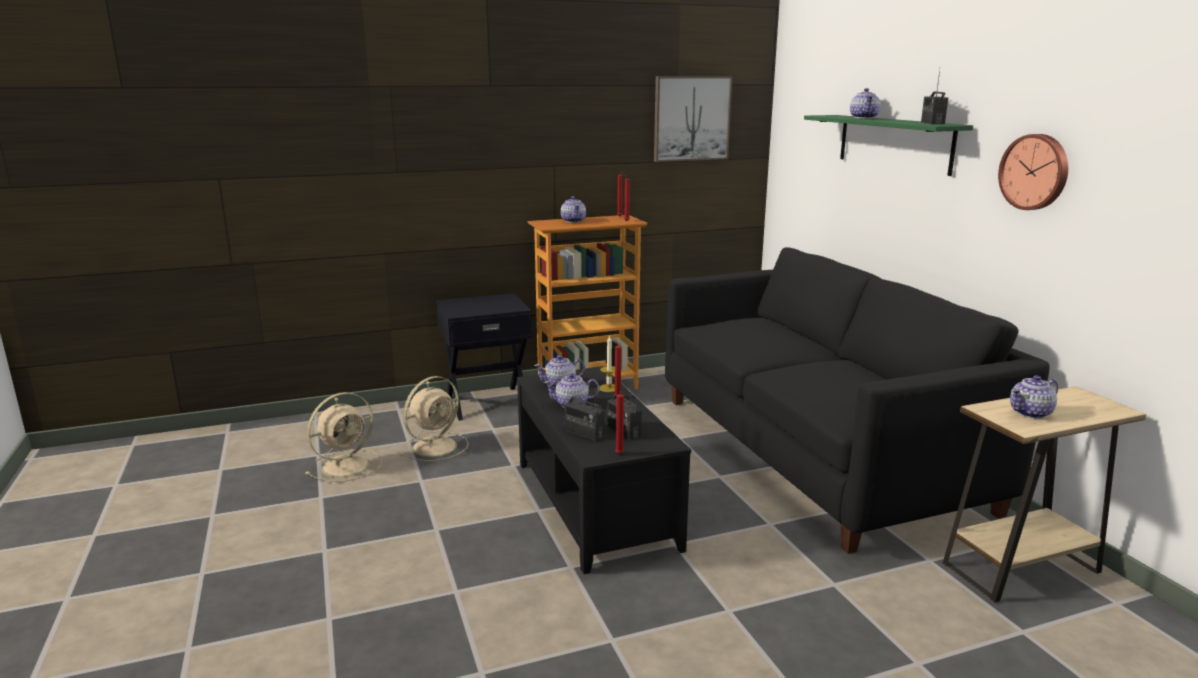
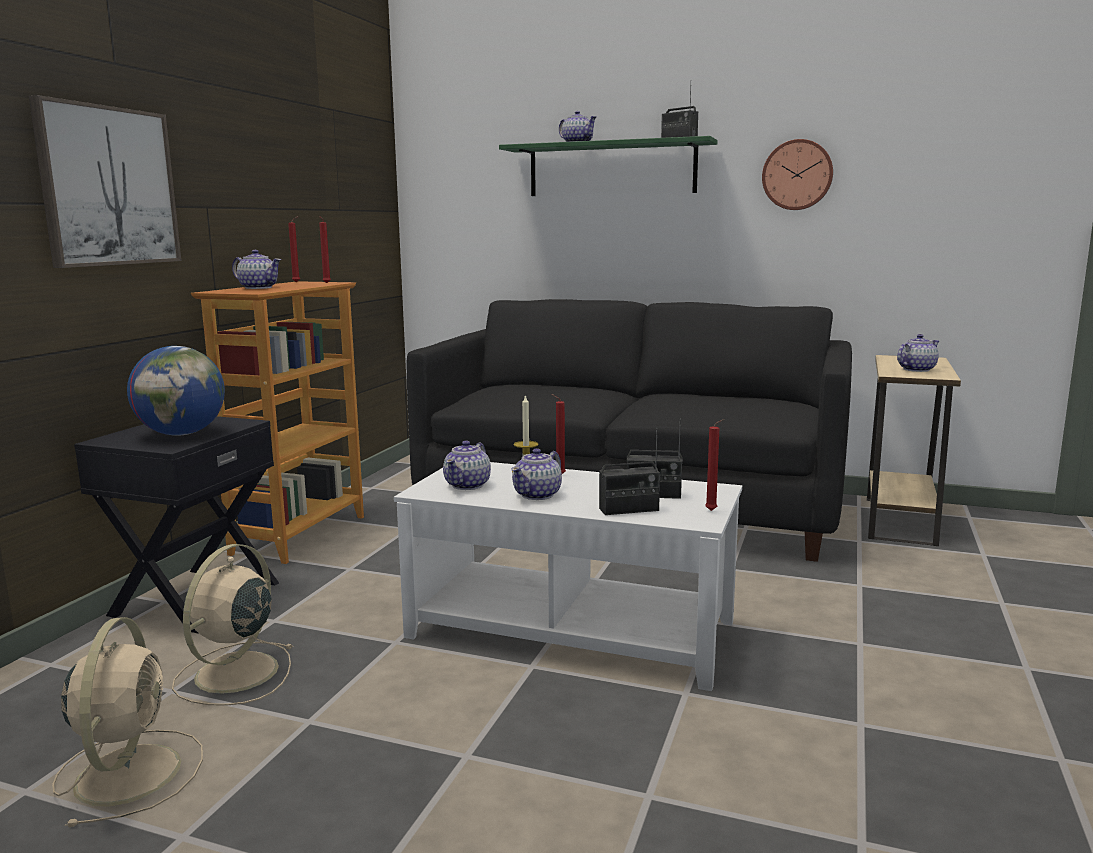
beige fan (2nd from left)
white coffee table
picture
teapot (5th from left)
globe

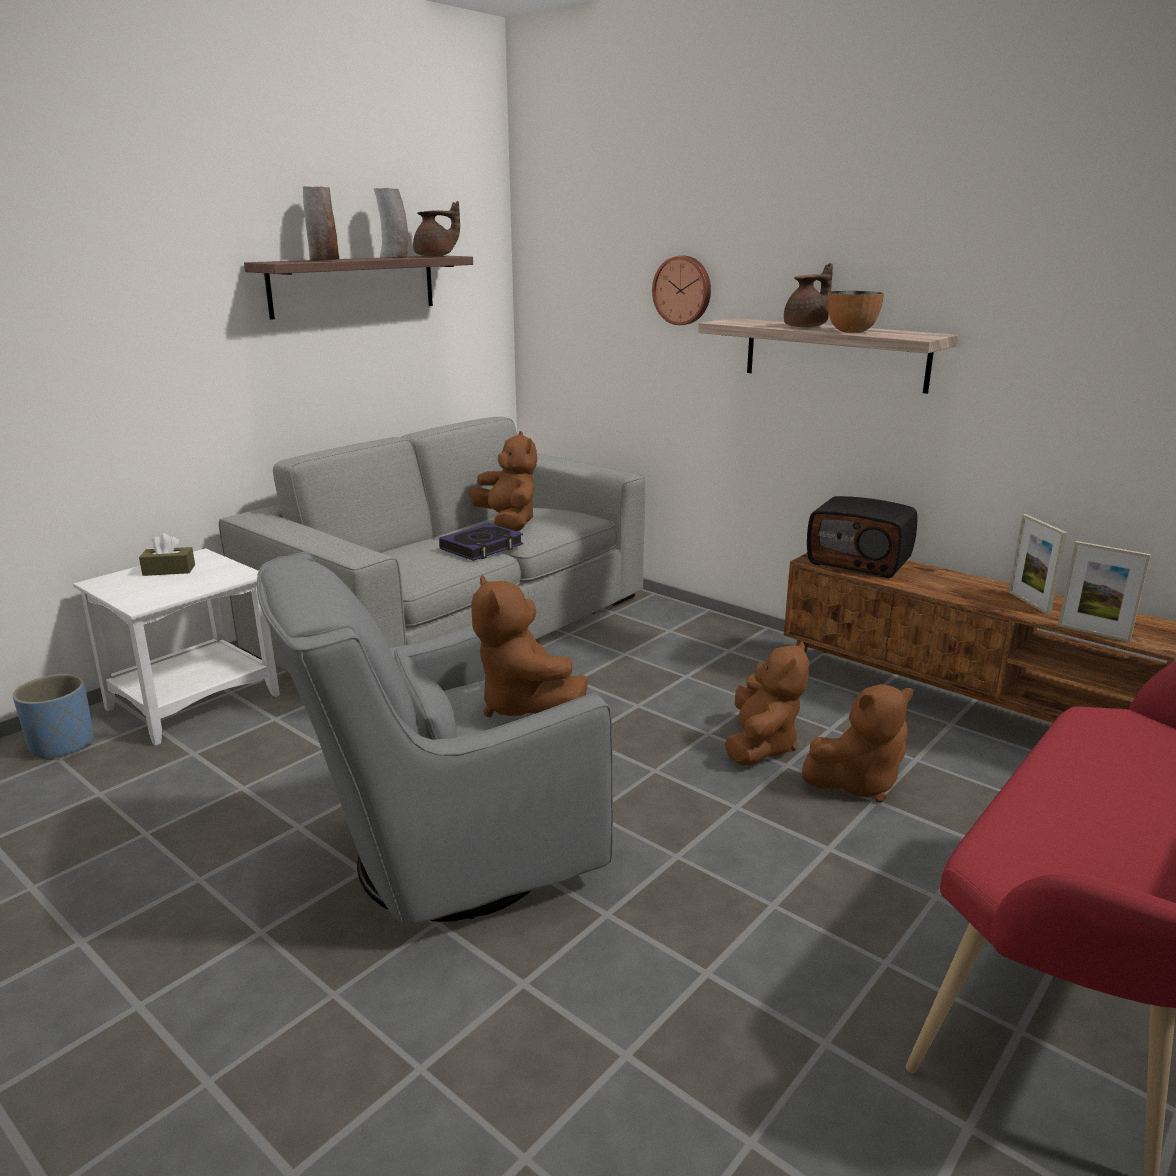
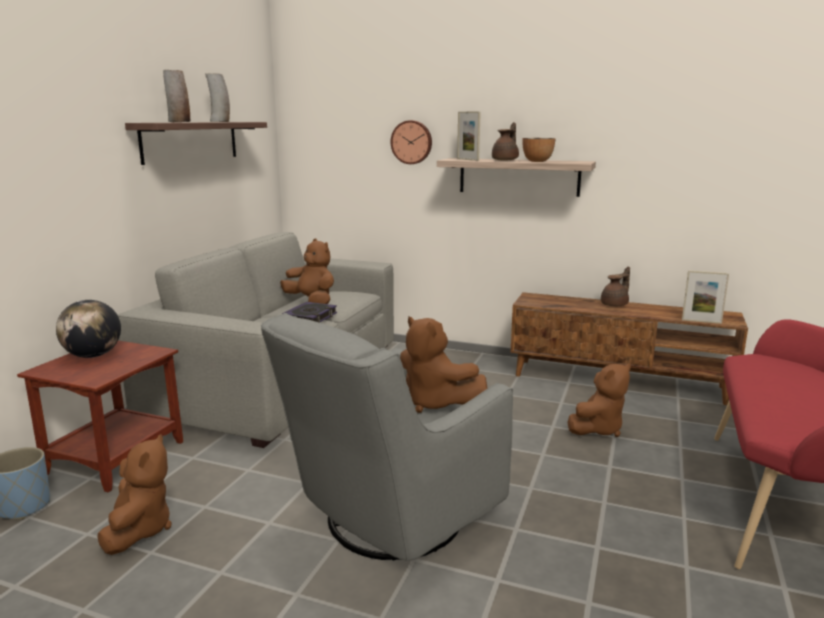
brown side table
globe
brown teapot (2nd from left)
brown plush toy (1st from left)
radio
picture frame (1st from left)

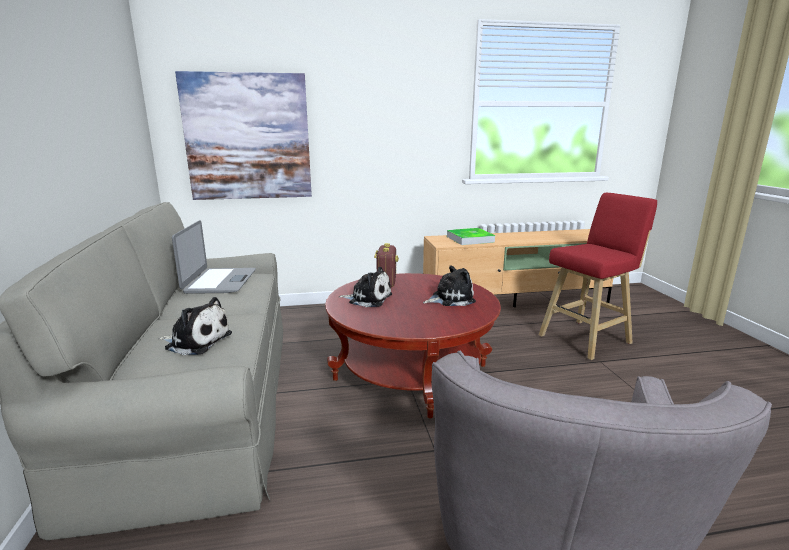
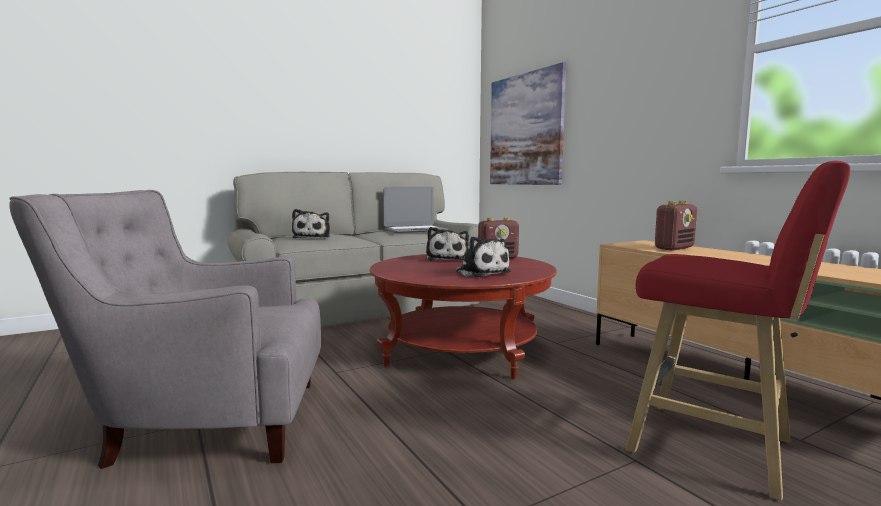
radio (2nd from left)

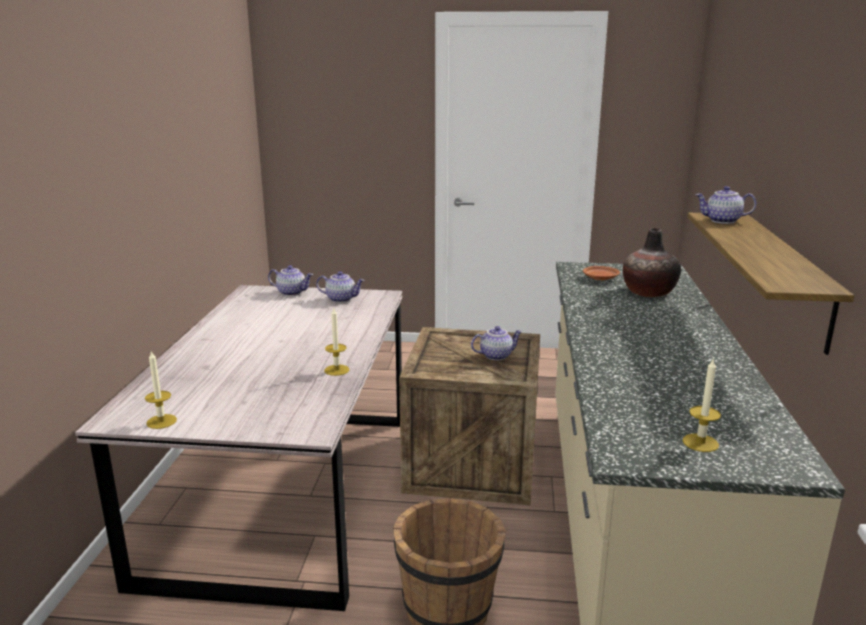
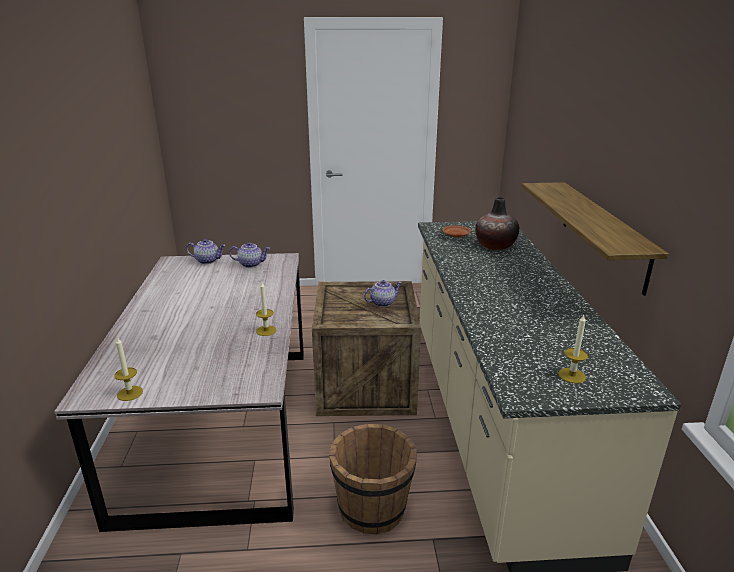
teapot (4th from left in the first image)

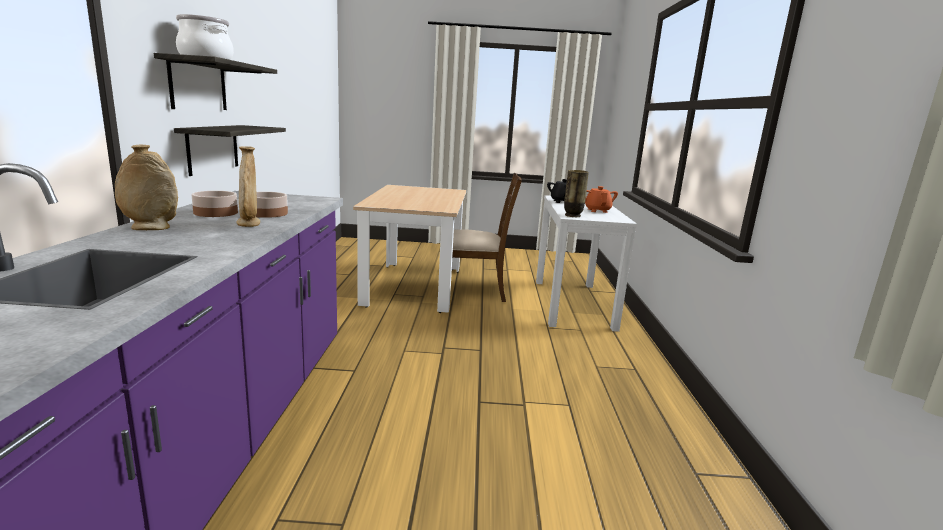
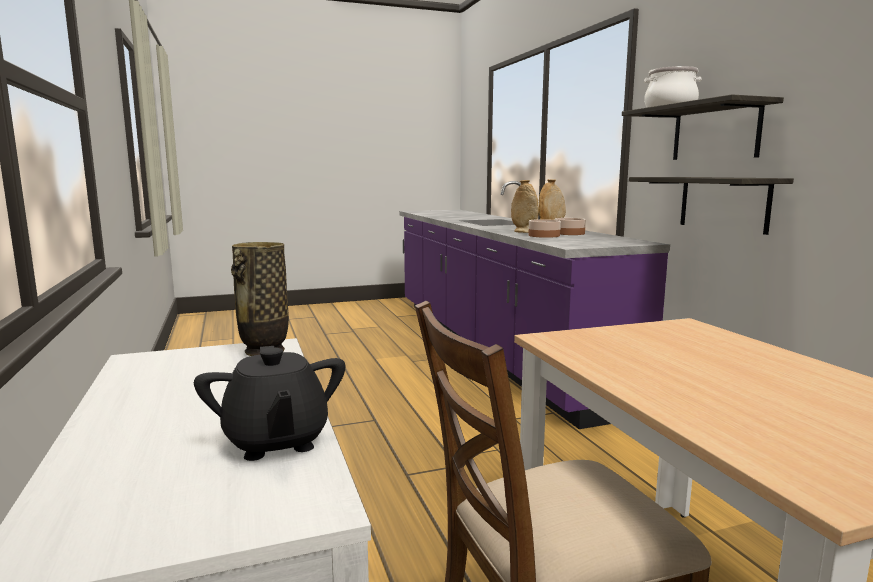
orange teapot

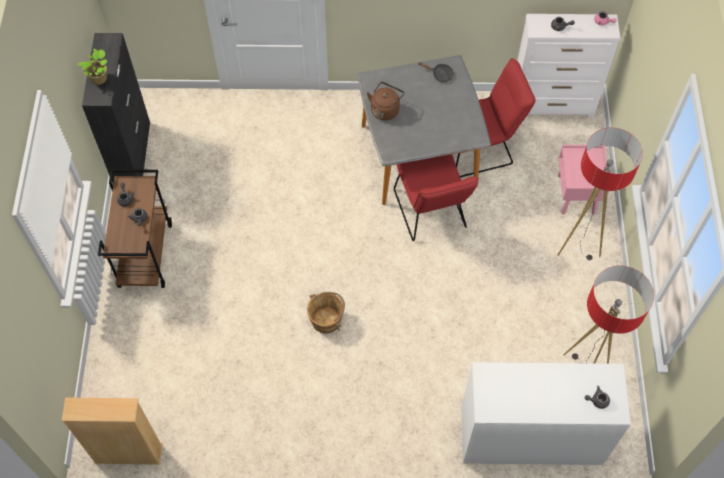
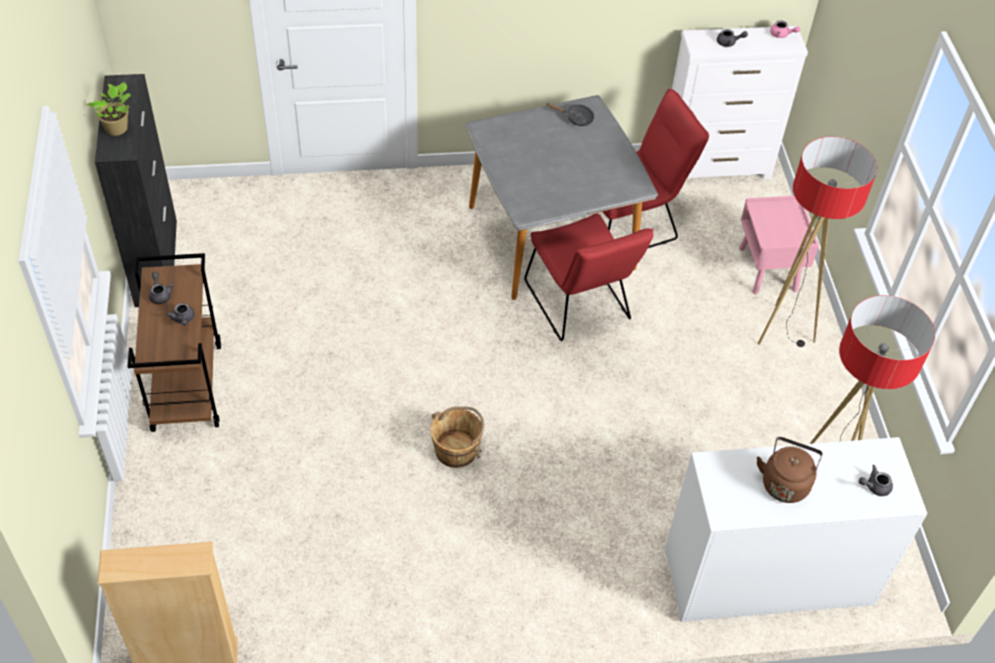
brown kettle

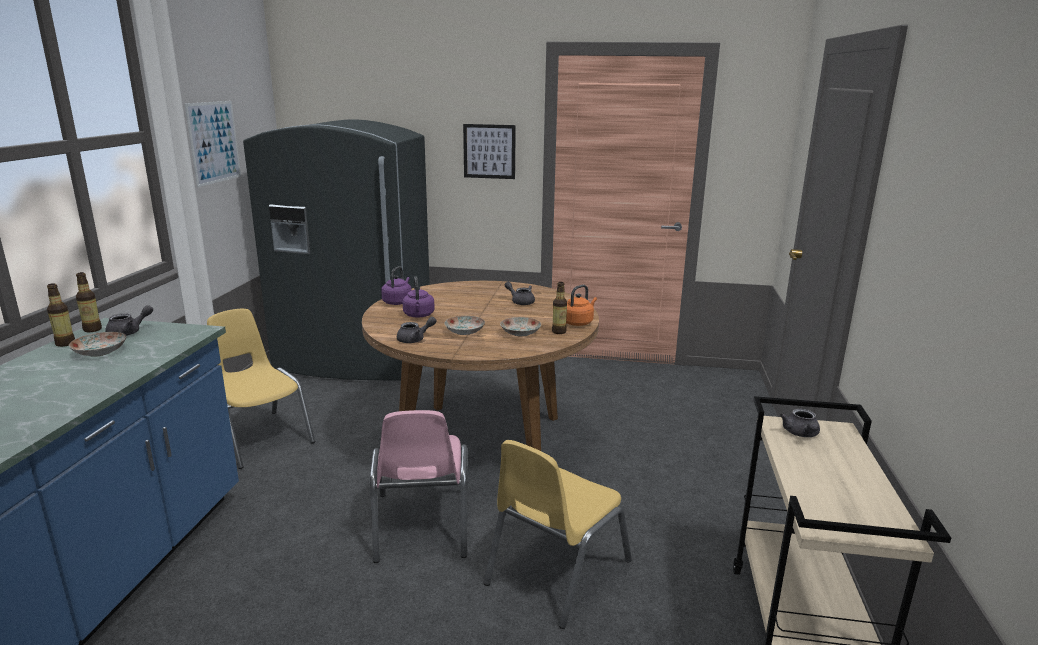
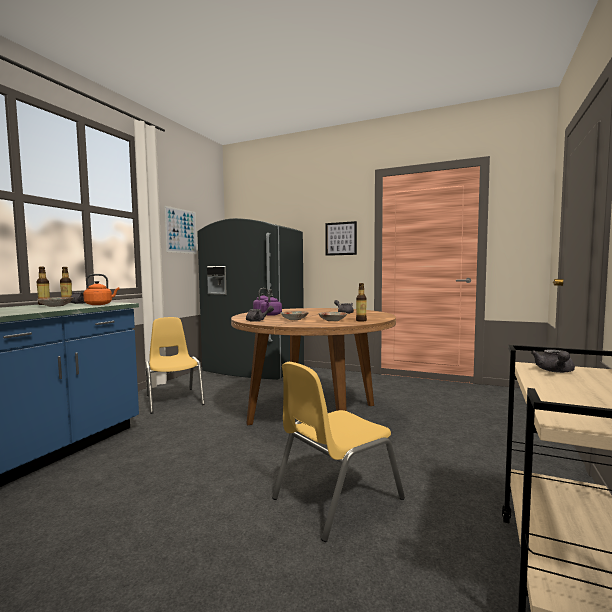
pink chair
orange kettle

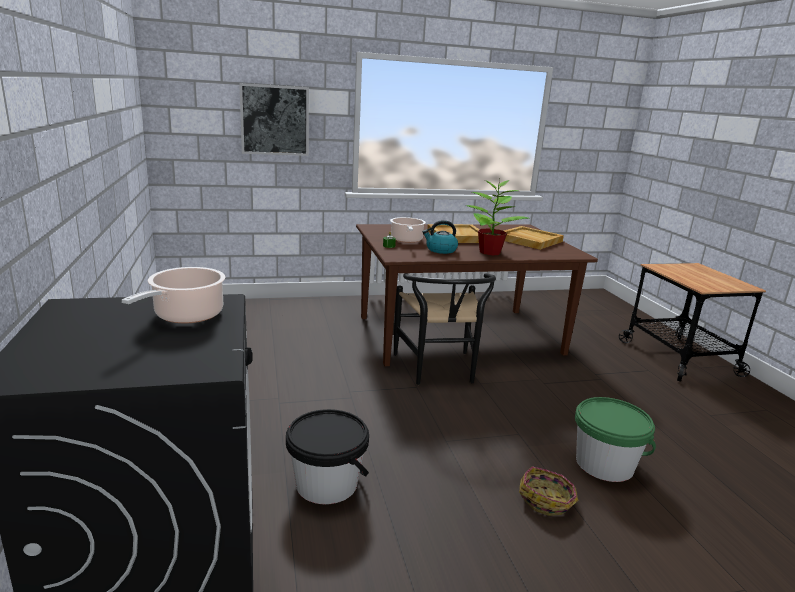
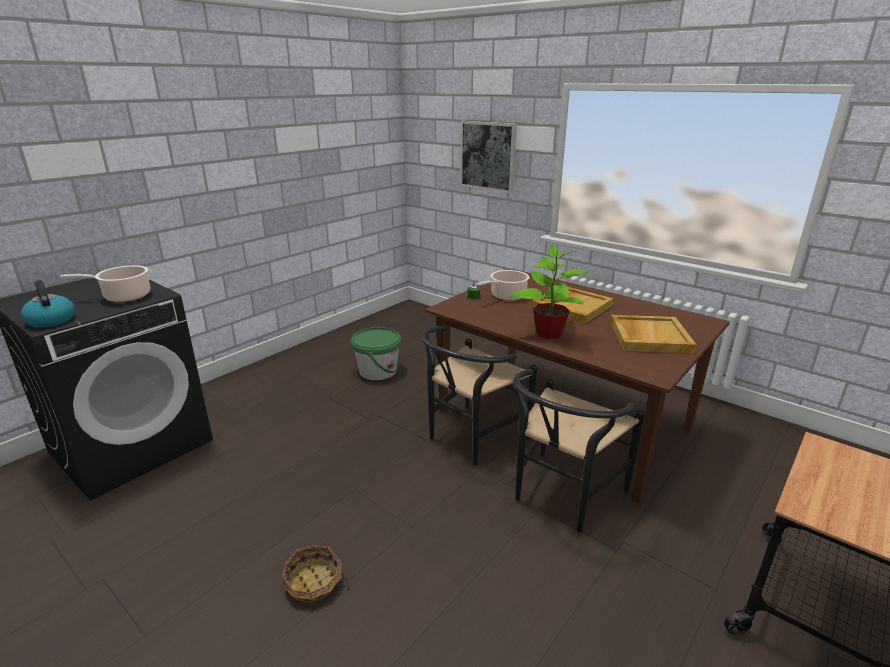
black bucket
kettle
green bucket
black chair (2nd from left)

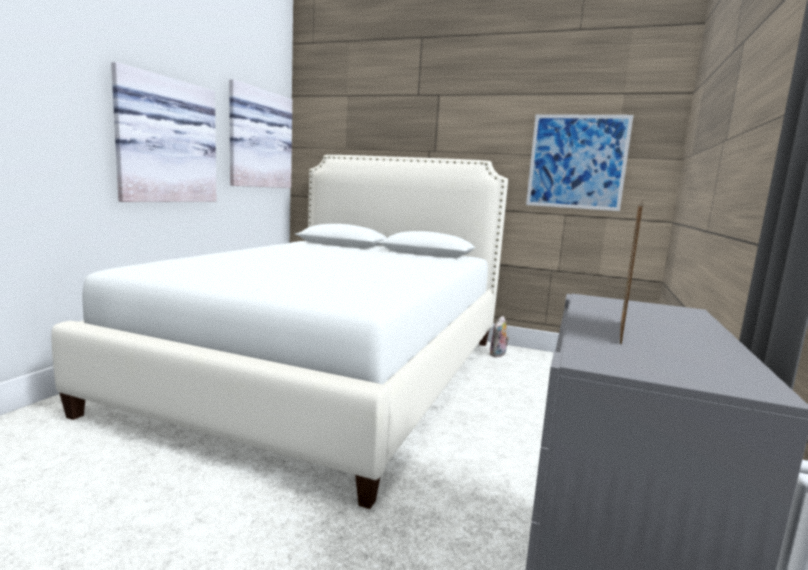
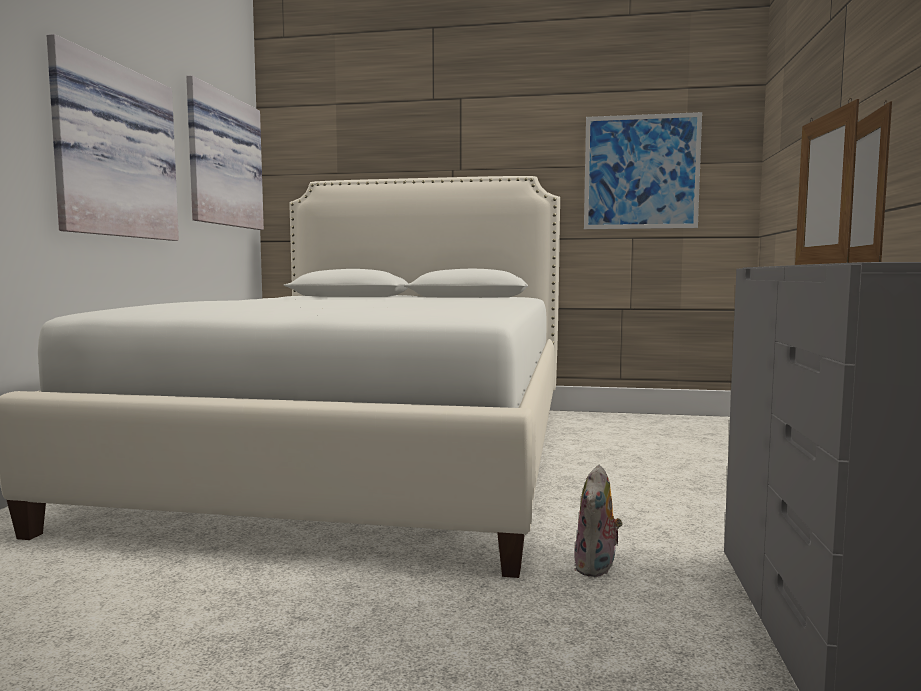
plush toy
picture frame (1st from left)

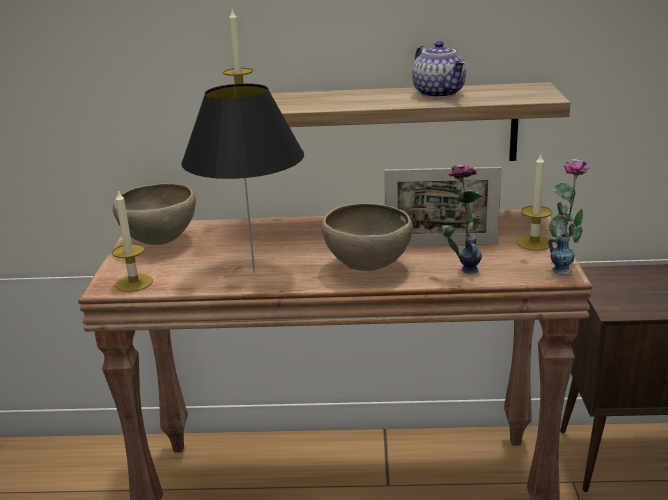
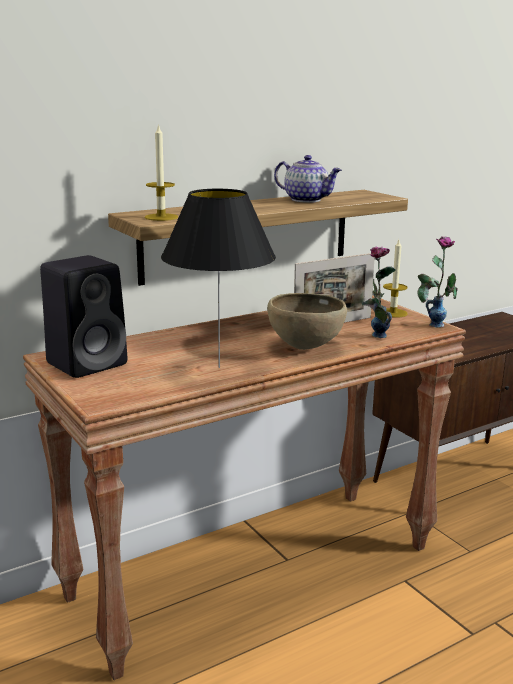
candle (1st from left in the first image)
black speaker

